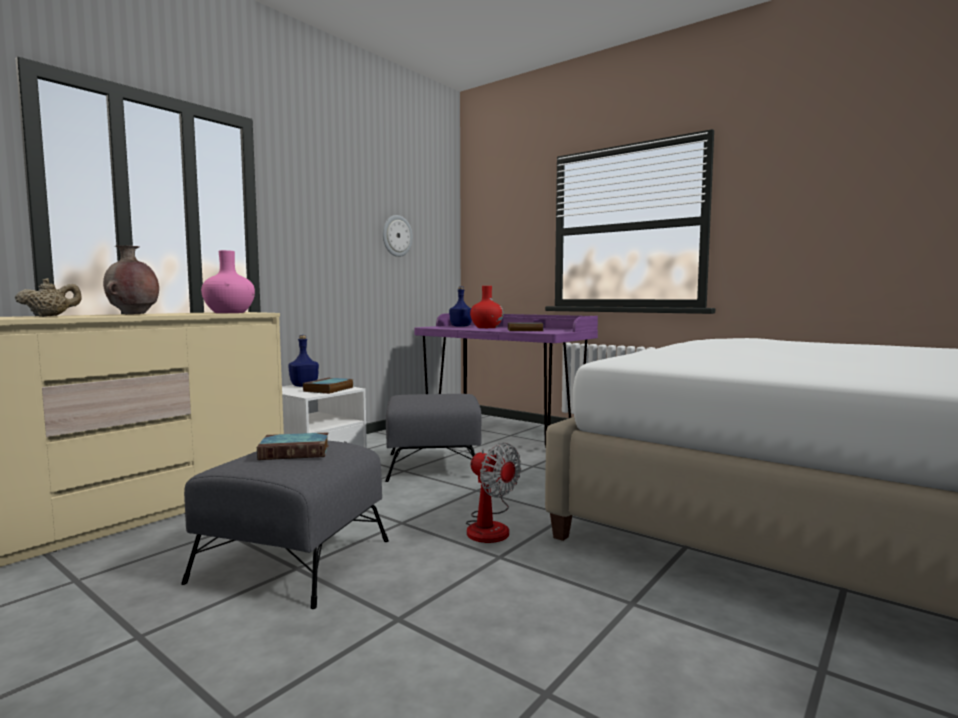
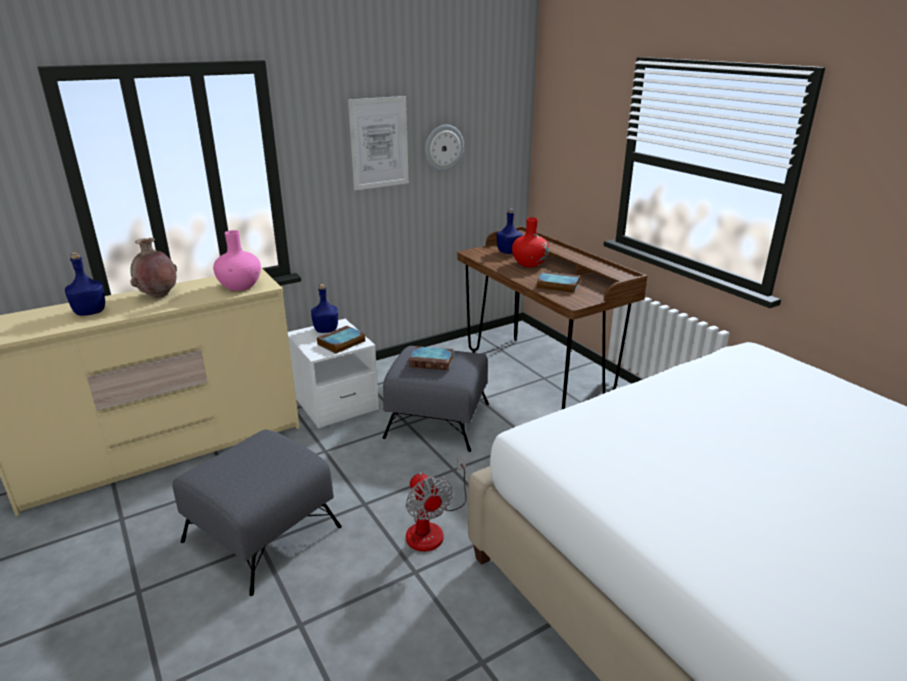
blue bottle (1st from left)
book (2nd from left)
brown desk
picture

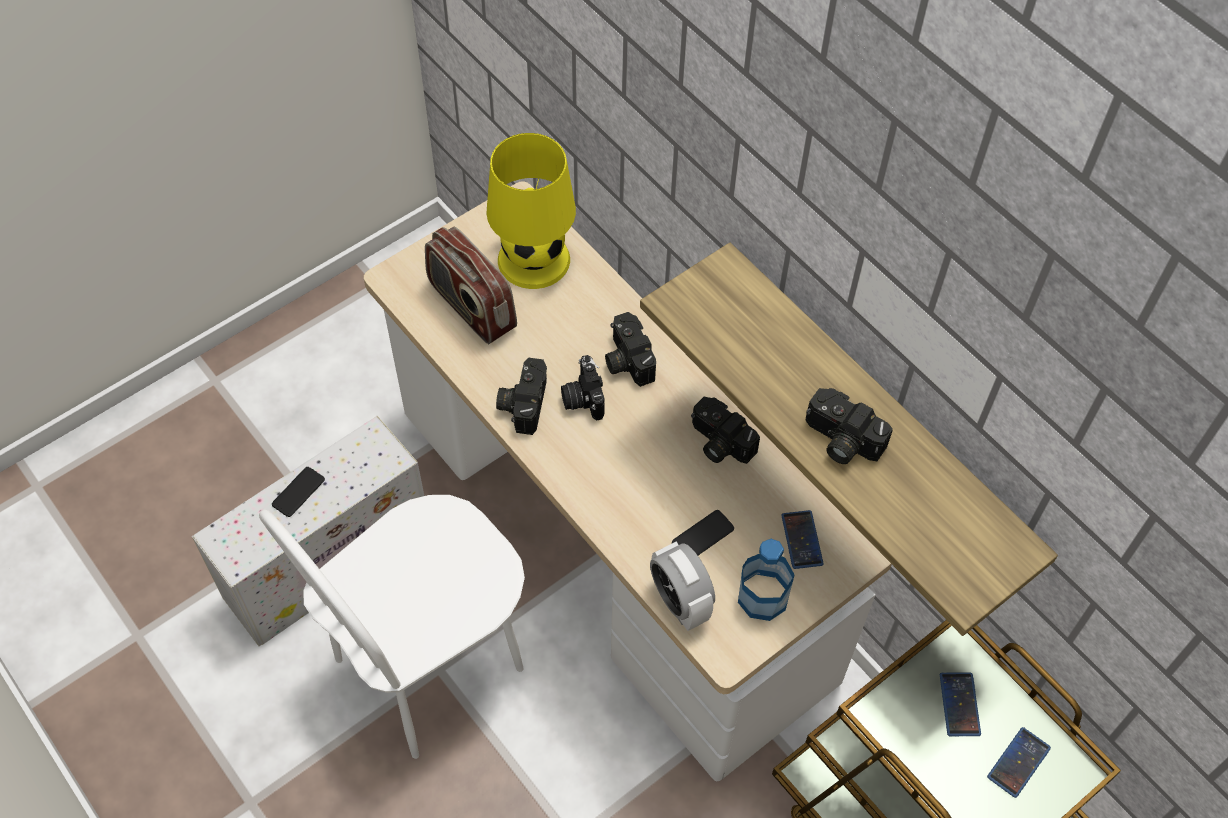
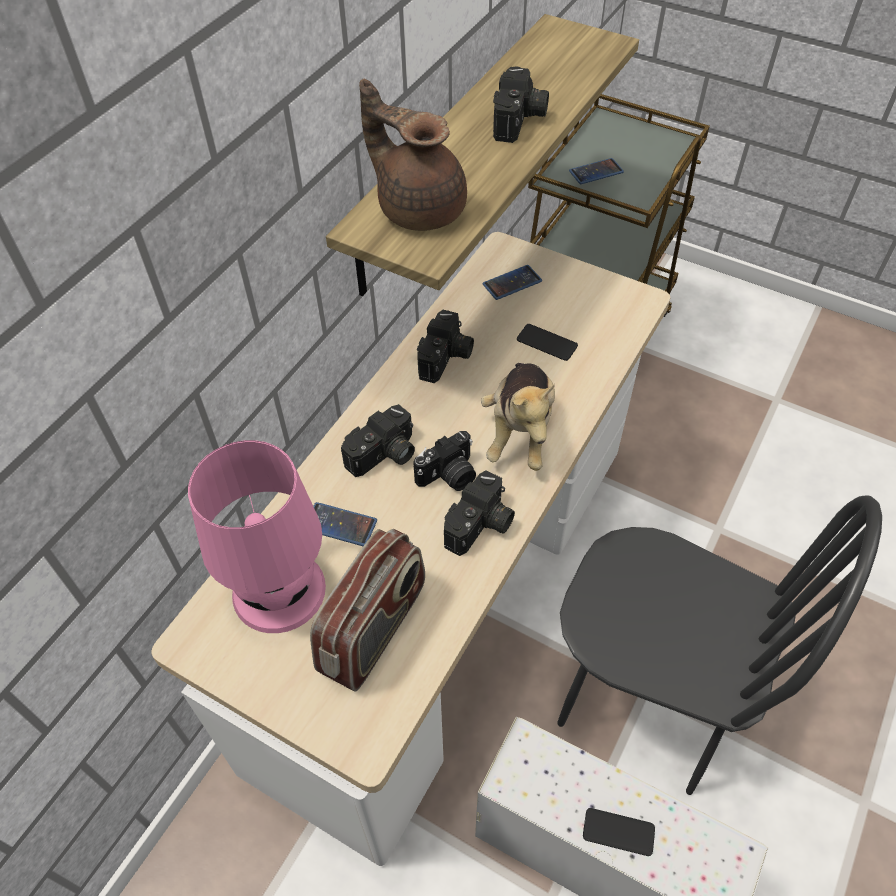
black chair
pink table lamp
photo camera (4th from left)
alarm clock
bottle
phone (1st from left)
brown teapot
plush toy

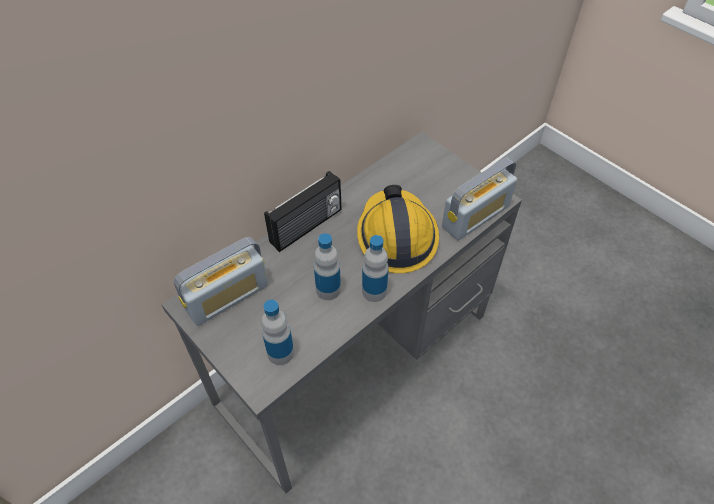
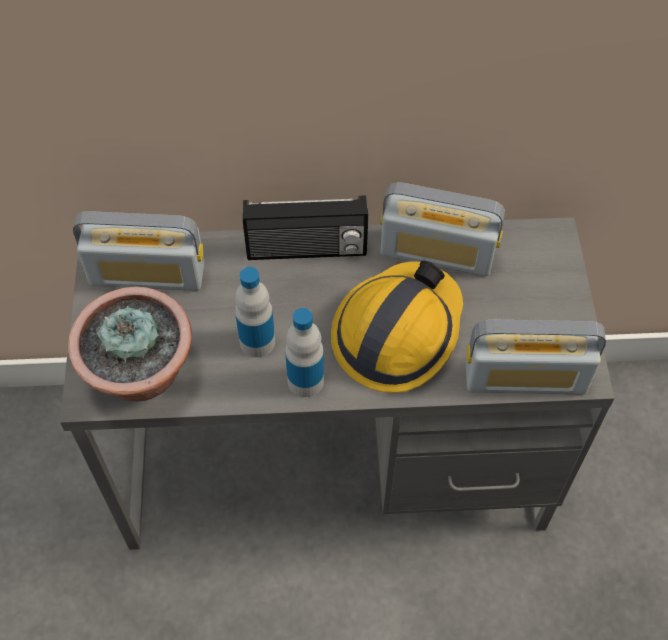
potted plant
radio (3rd from left)

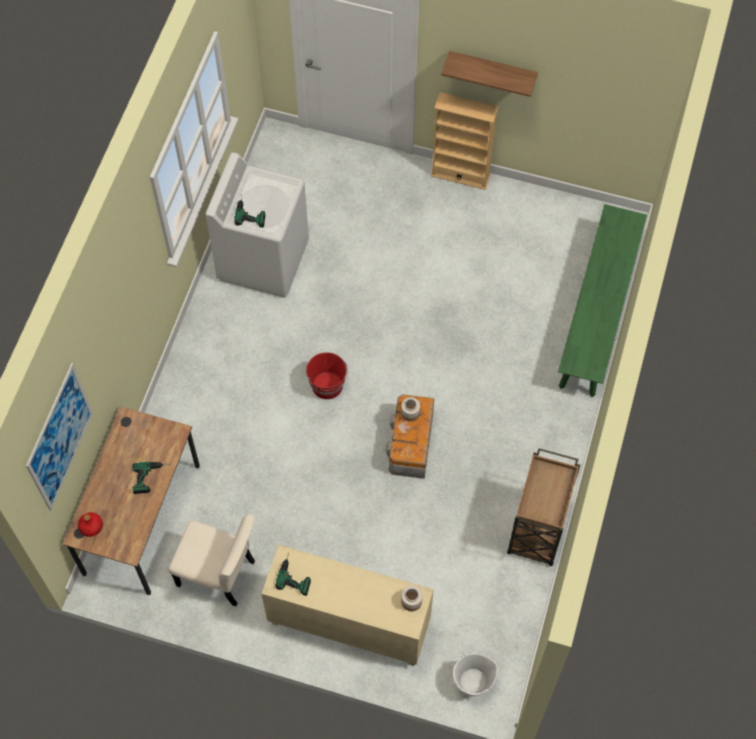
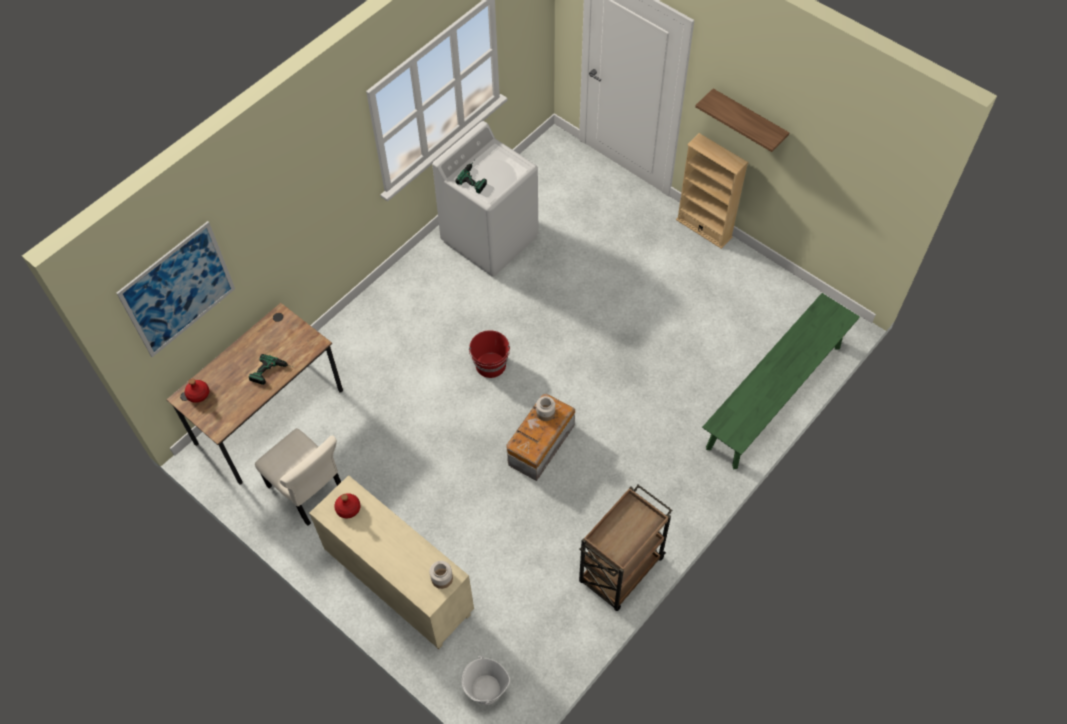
red bottle (2nd from left)

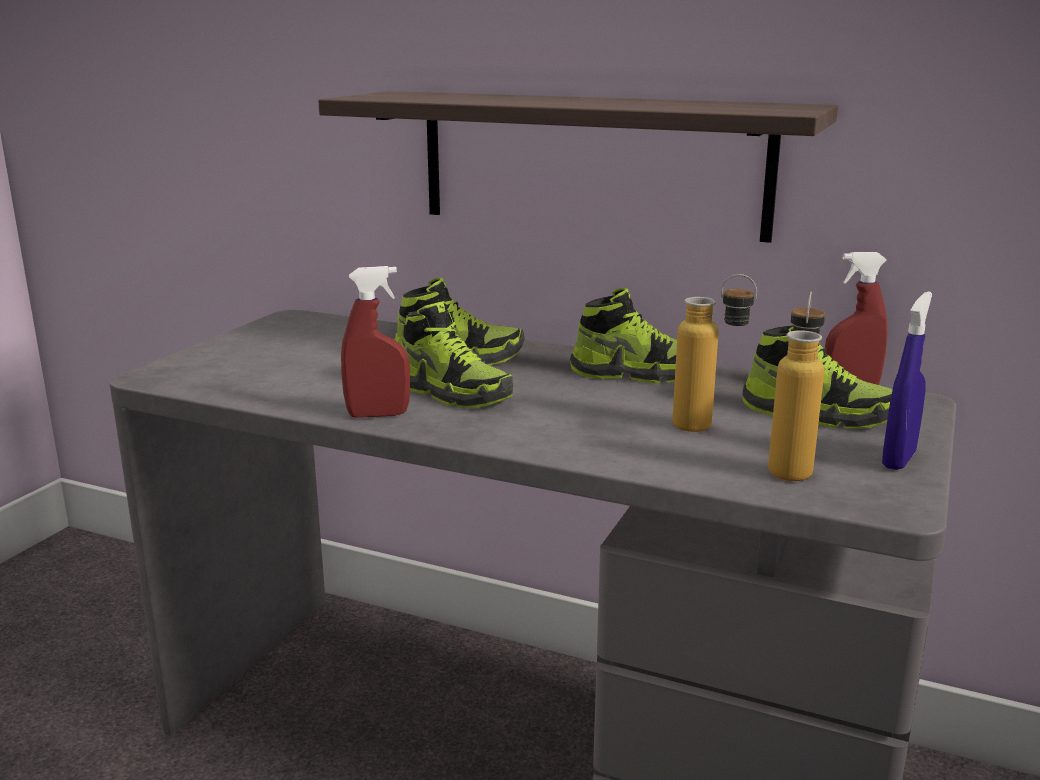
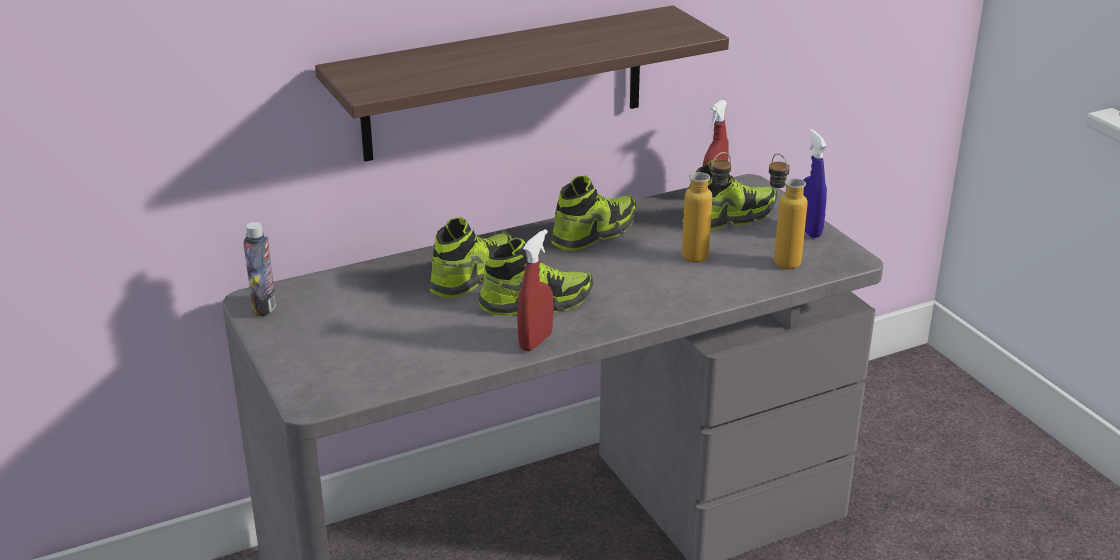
bottle (1st from left)

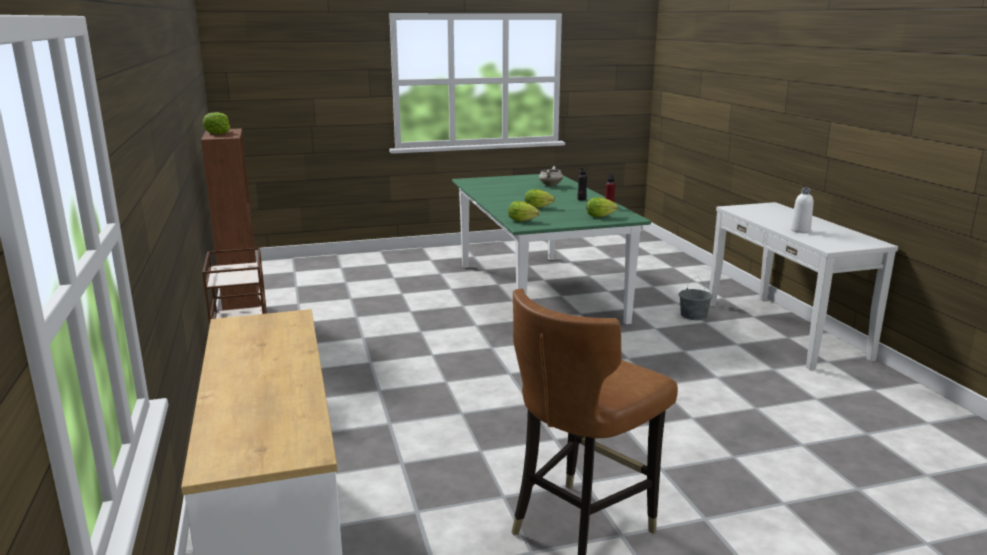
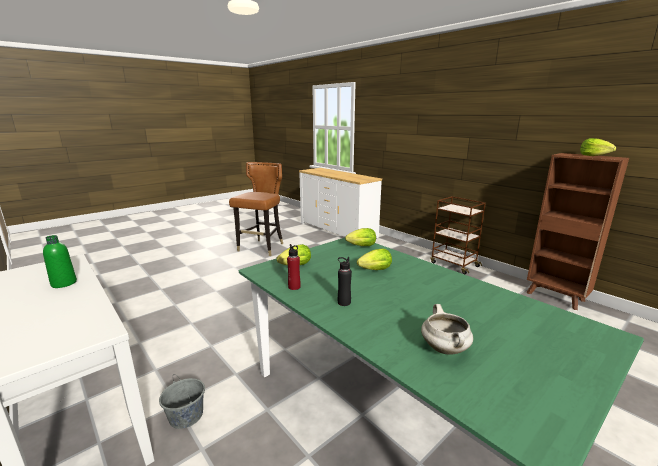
green bottle

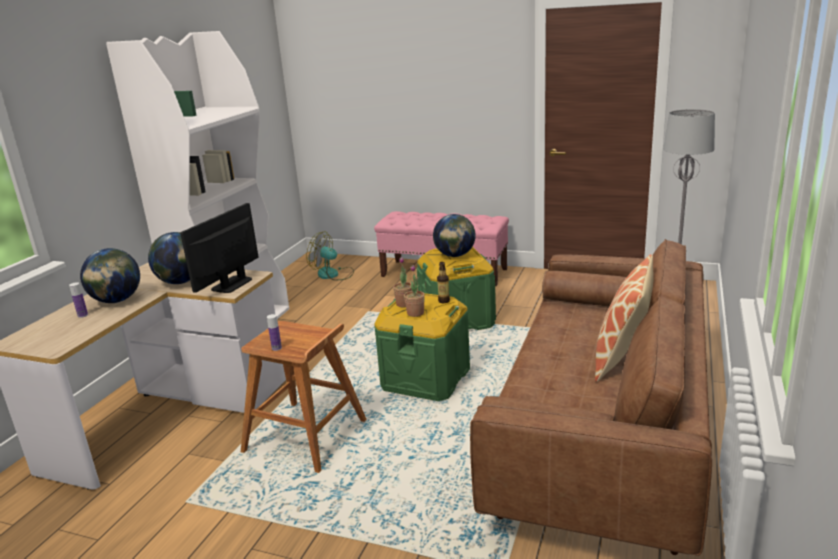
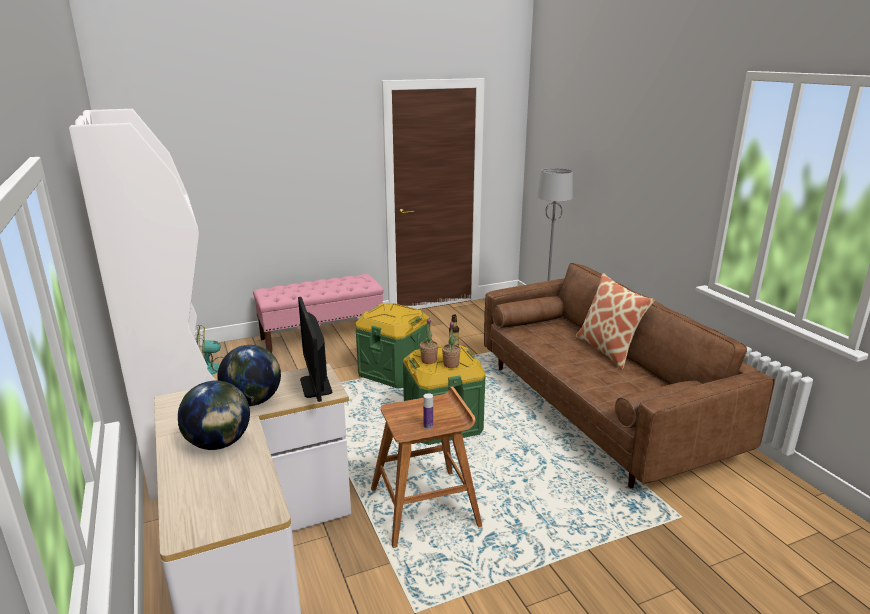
bottle (1st from left in the first image)
globe (3rd from left in the first image)

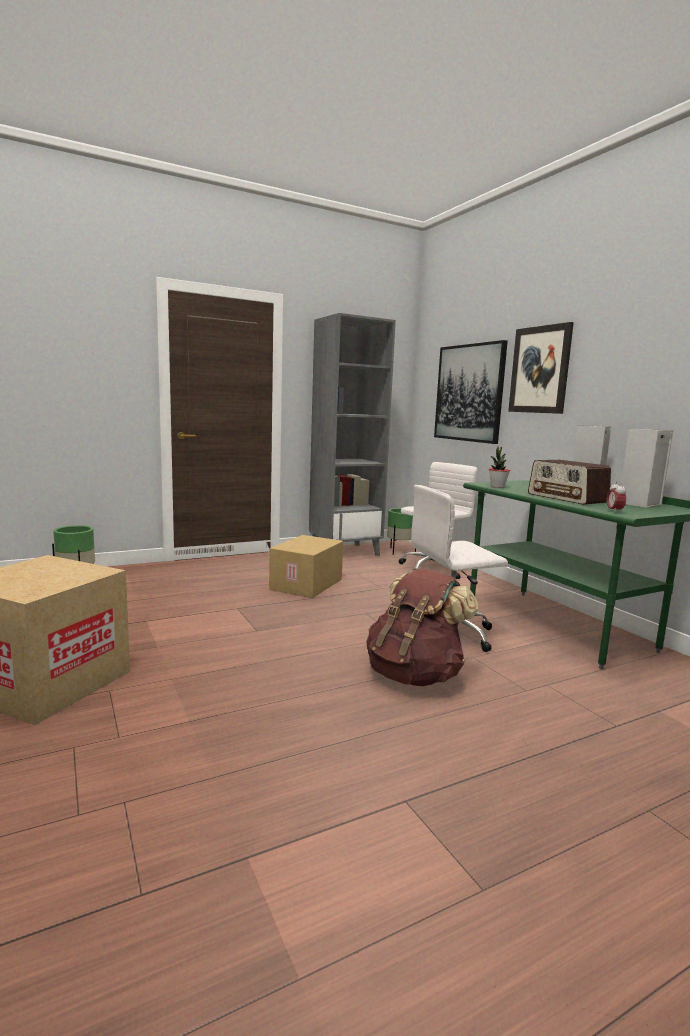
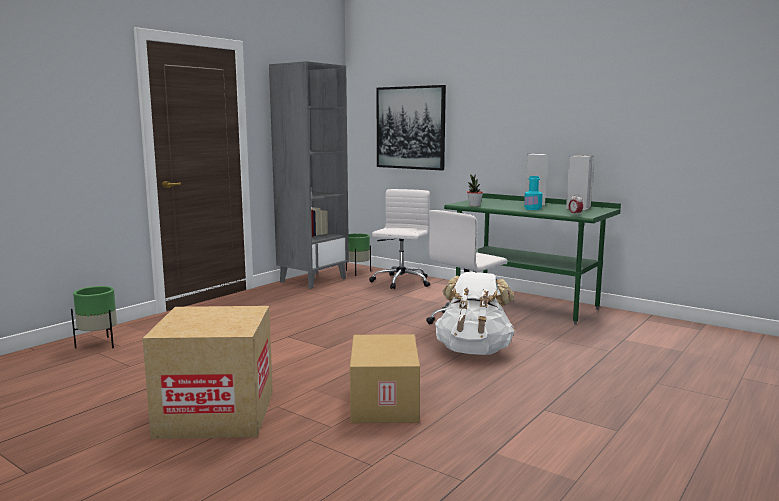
cardboard box (2nd from left)
white backpack
picture (2nd from left in the first image)
turquoise bottle

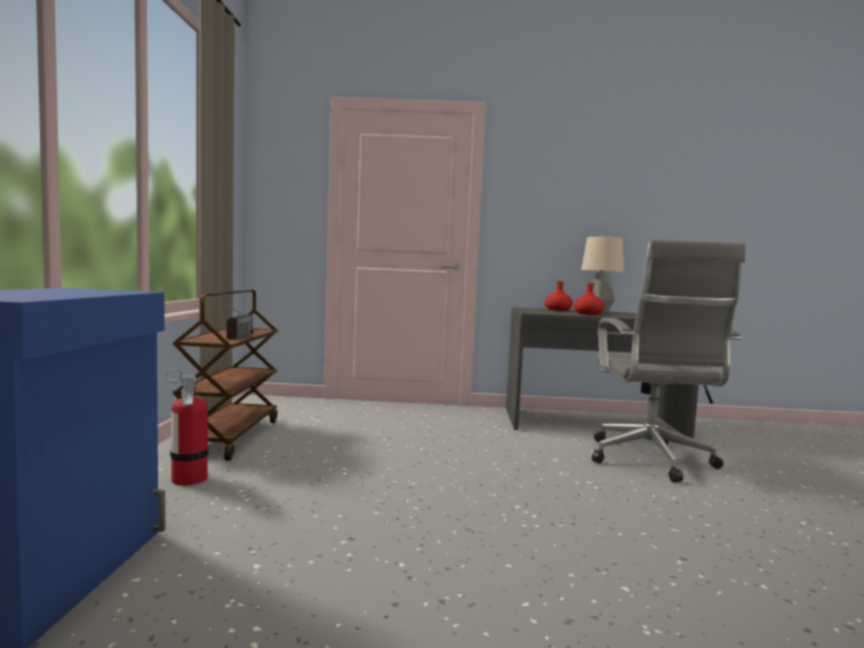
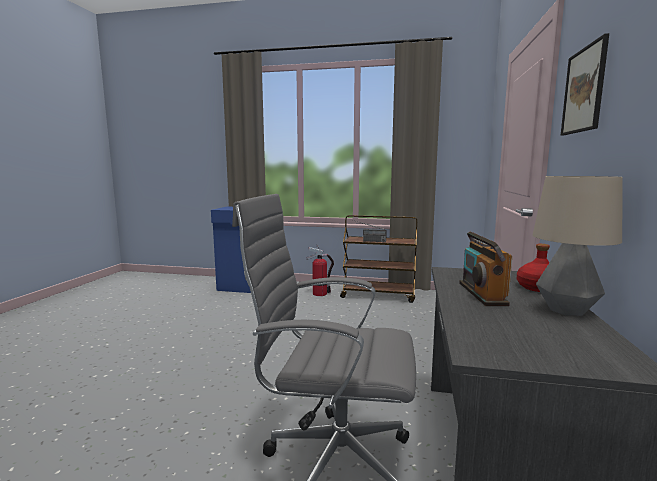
radio (2nd from left)
picture

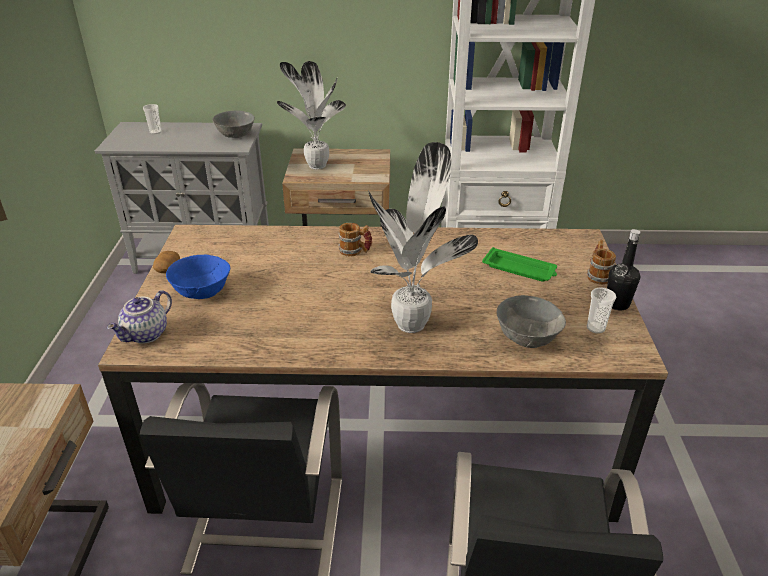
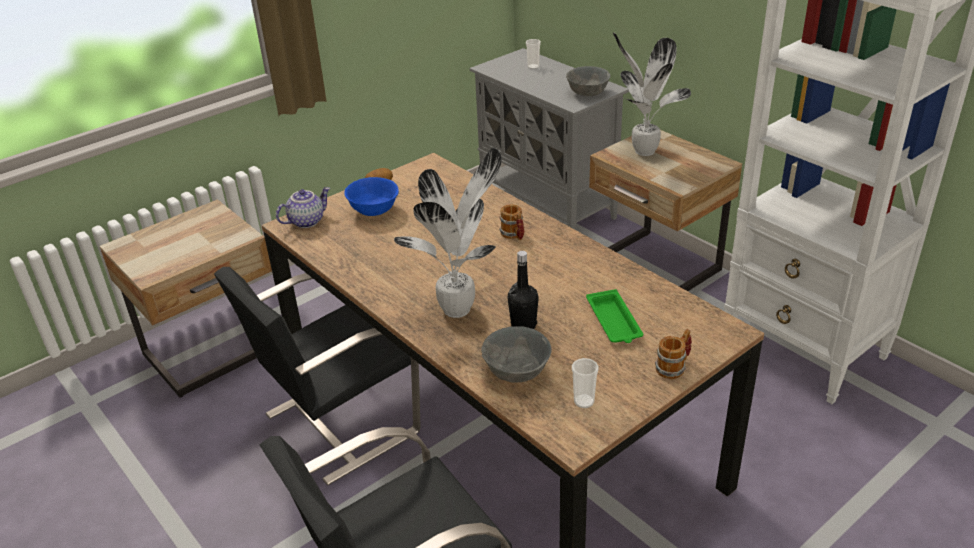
teapot
black bottle

